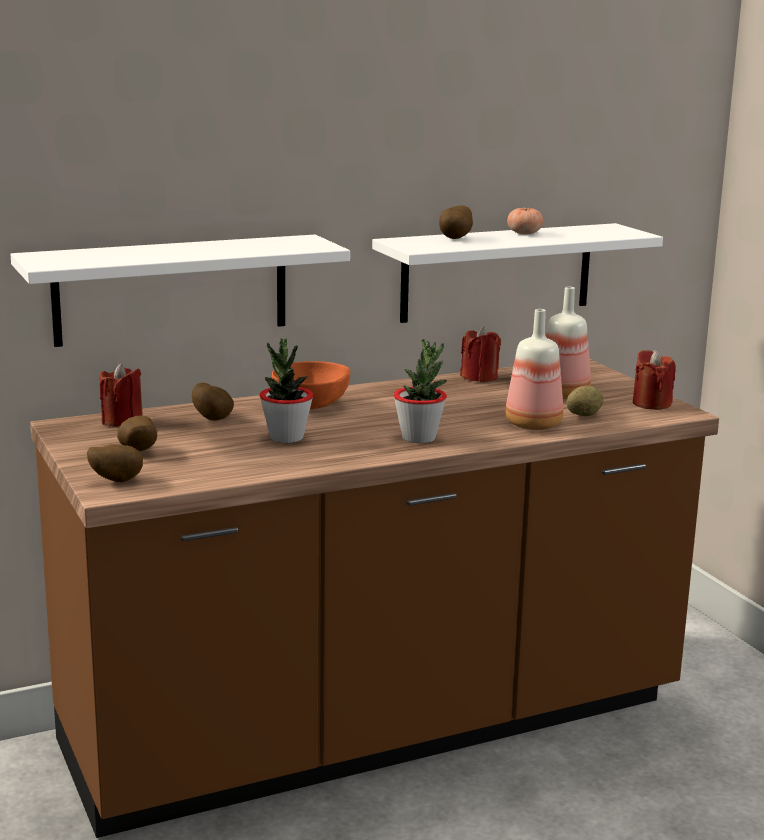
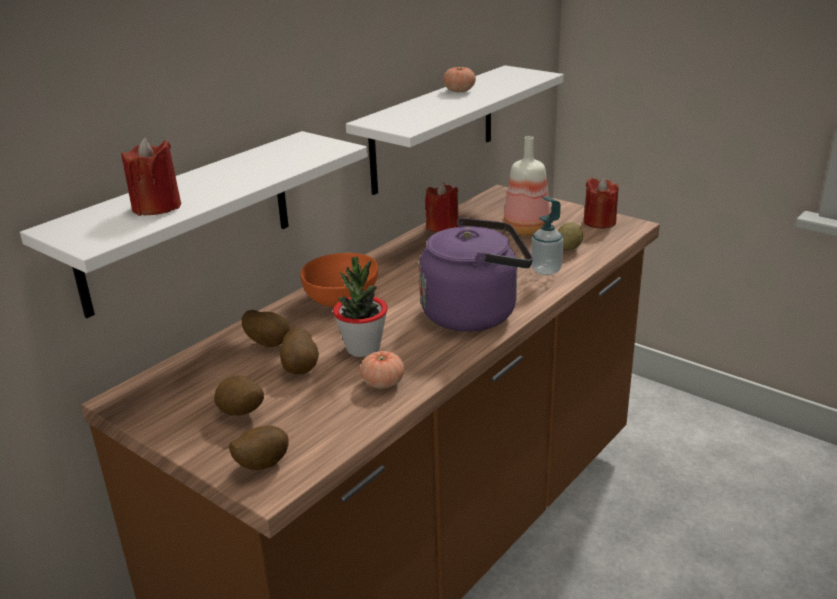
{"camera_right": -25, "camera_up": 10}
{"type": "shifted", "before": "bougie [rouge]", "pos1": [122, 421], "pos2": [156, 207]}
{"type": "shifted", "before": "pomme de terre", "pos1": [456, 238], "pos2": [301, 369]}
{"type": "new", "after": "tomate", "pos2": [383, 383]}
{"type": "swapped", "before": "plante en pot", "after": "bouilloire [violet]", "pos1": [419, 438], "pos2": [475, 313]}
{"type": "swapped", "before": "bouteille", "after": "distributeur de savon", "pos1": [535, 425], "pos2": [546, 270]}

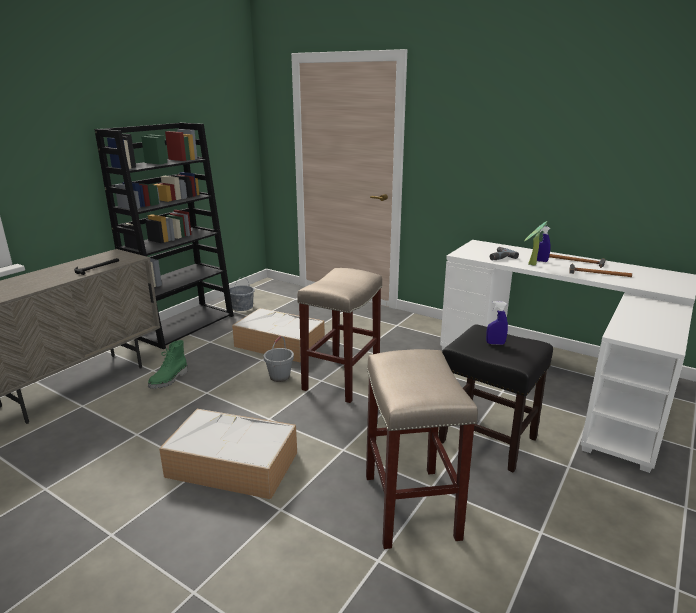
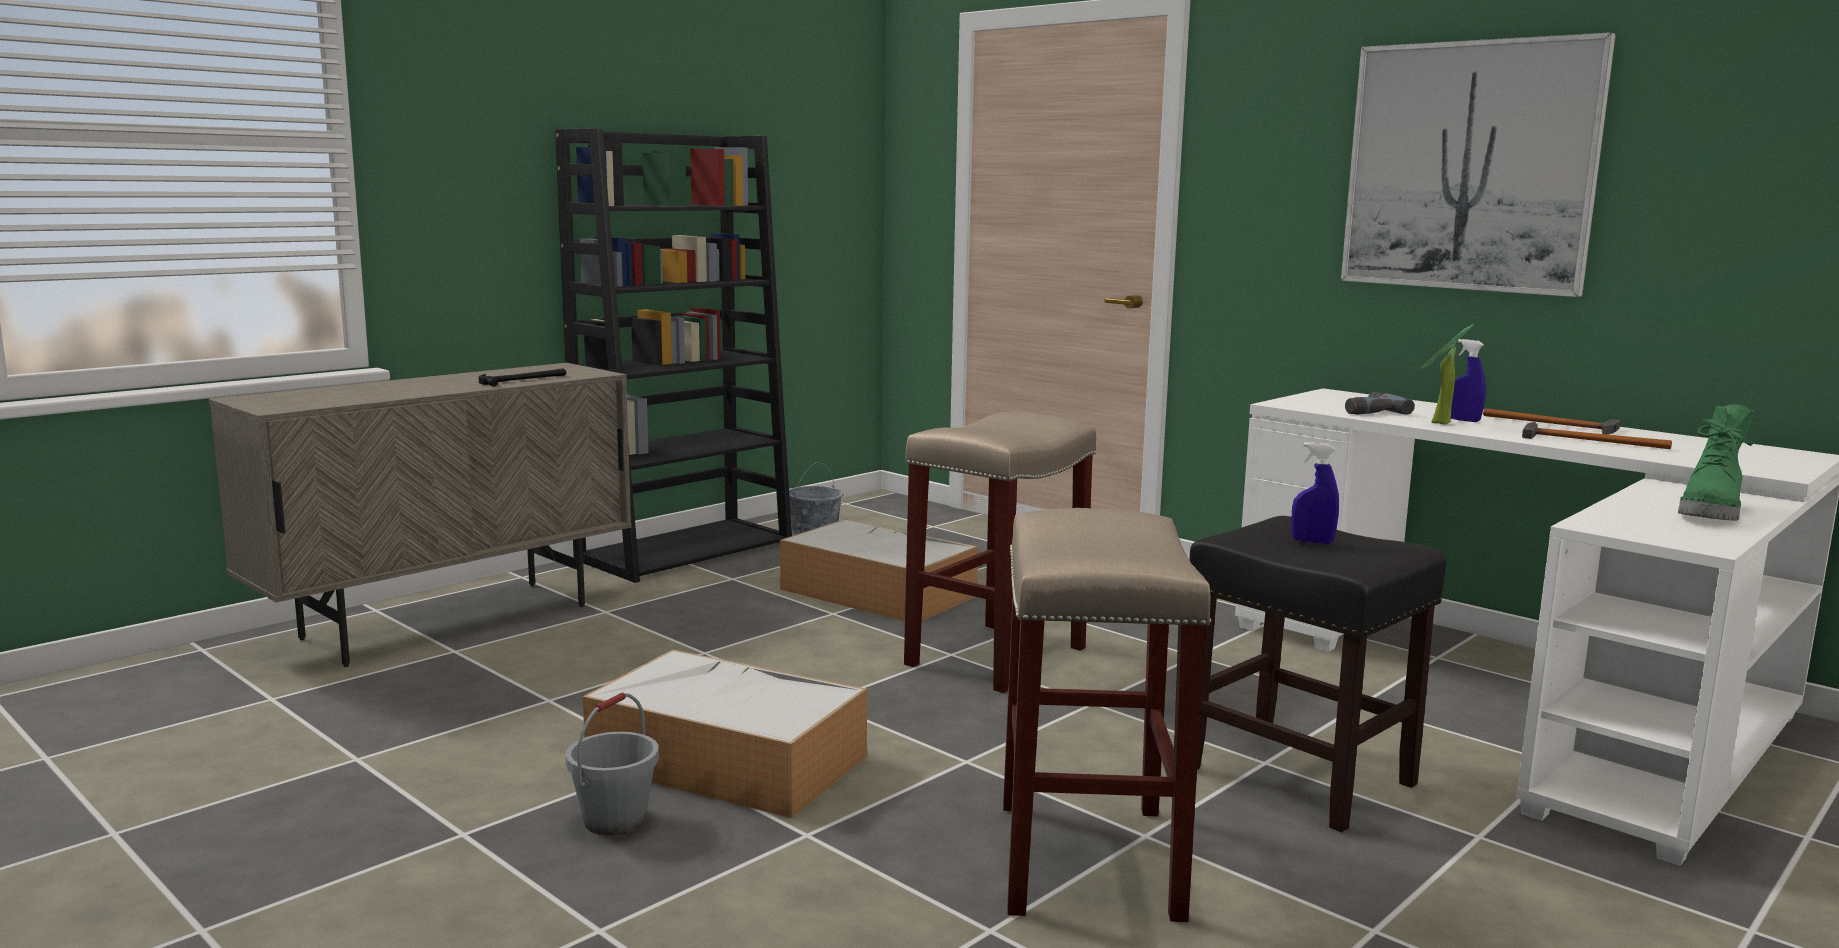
{"camera_right": 10, "camera_up": -10}
{"type": "shifted", "before": "seau [gris]", "pos1": [279, 376], "pos2": [614, 820]}
{"type": "new", "after": "tableau", "pos2": [1469, 166]}
{"type": "shifted", "before": "botte [vert]", "pos1": [169, 380], "pos2": [1712, 513]}

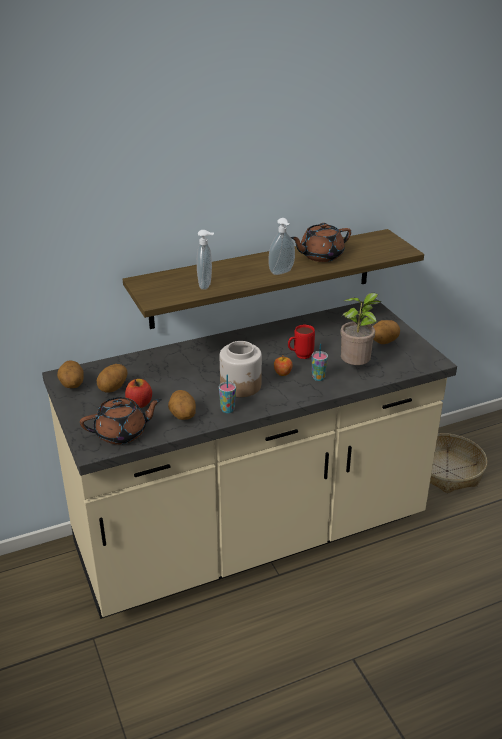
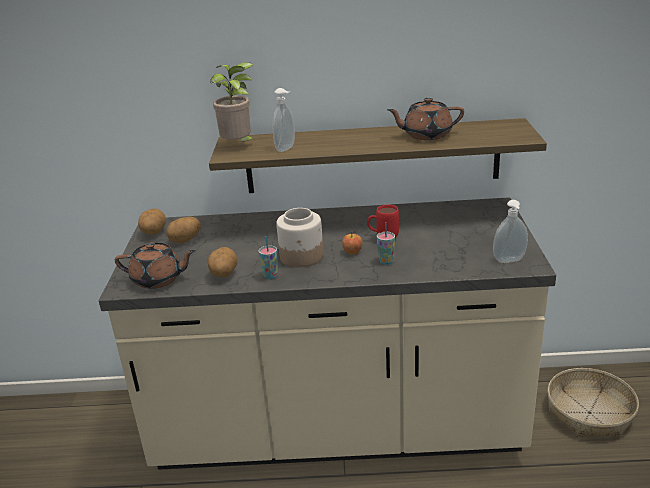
{"camera_right": 25, "camera_up": -5}
{"type": "shifted", "before": "plante en pot", "pos1": [356, 367], "pos2": [239, 146]}
{"type": "shifted", "before": "distributeur de savon", "pos1": [282, 272], "pos2": [509, 261]}
{"type": "gone", "before": "pomme", "pos1": [139, 403]}
{"type": "gone", "before": "pomme de terre", "pos1": [384, 342]}

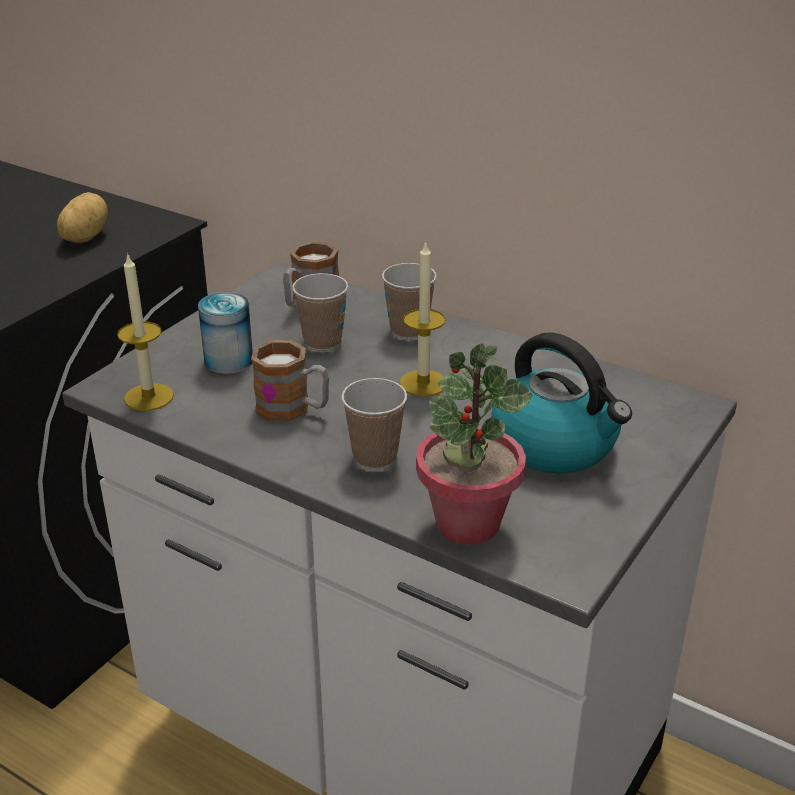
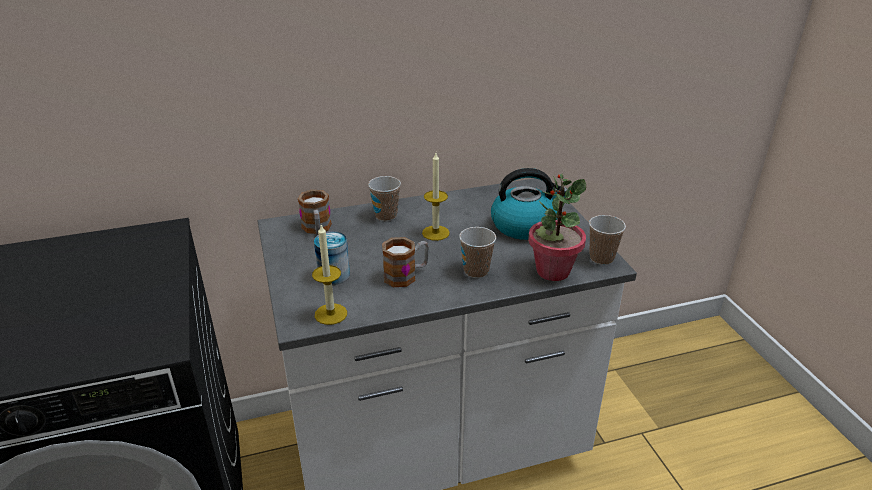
{"camera_right": -50, "camera_up": 0}
{"type": "shifted", "before": "tasse", "pos1": [322, 341], "pos2": [601, 258]}
{"type": "gone", "before": "pomme de terre", "pos1": [83, 237]}

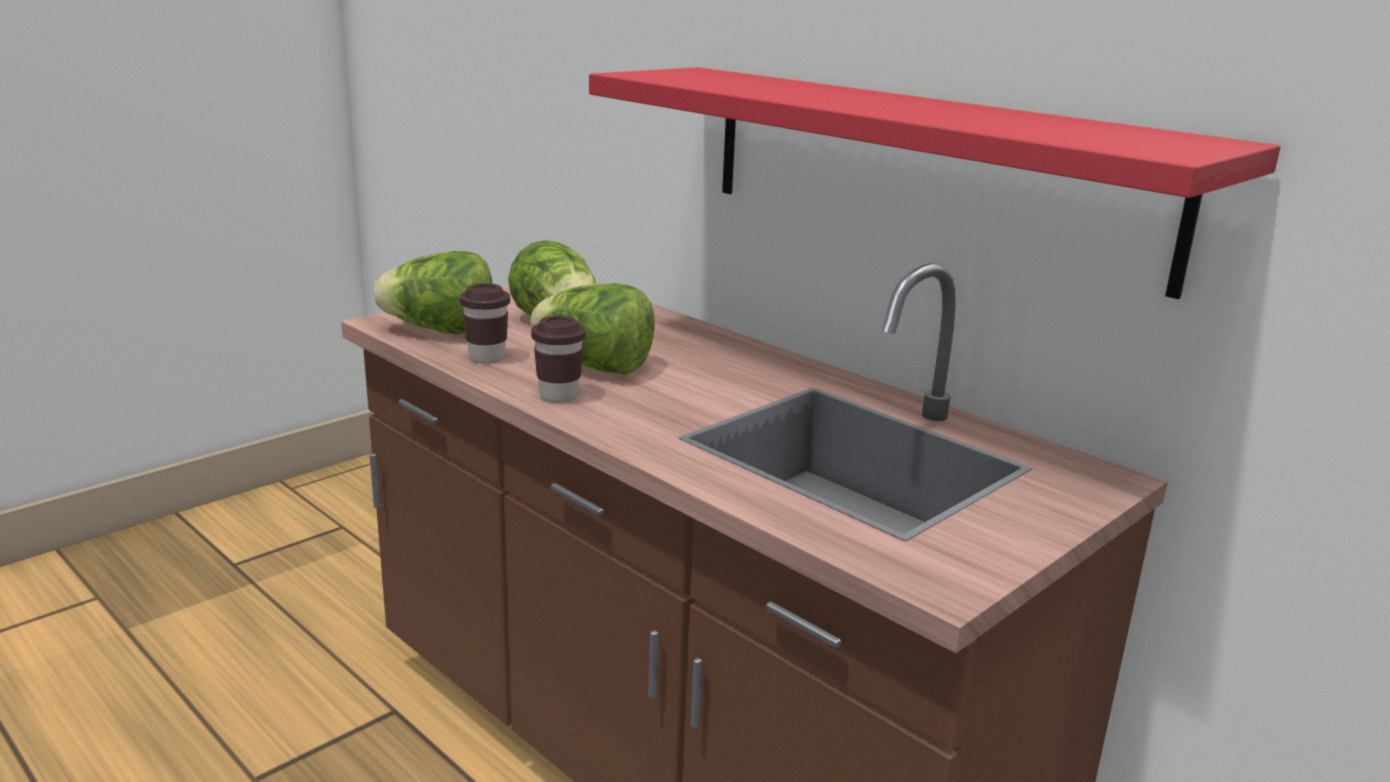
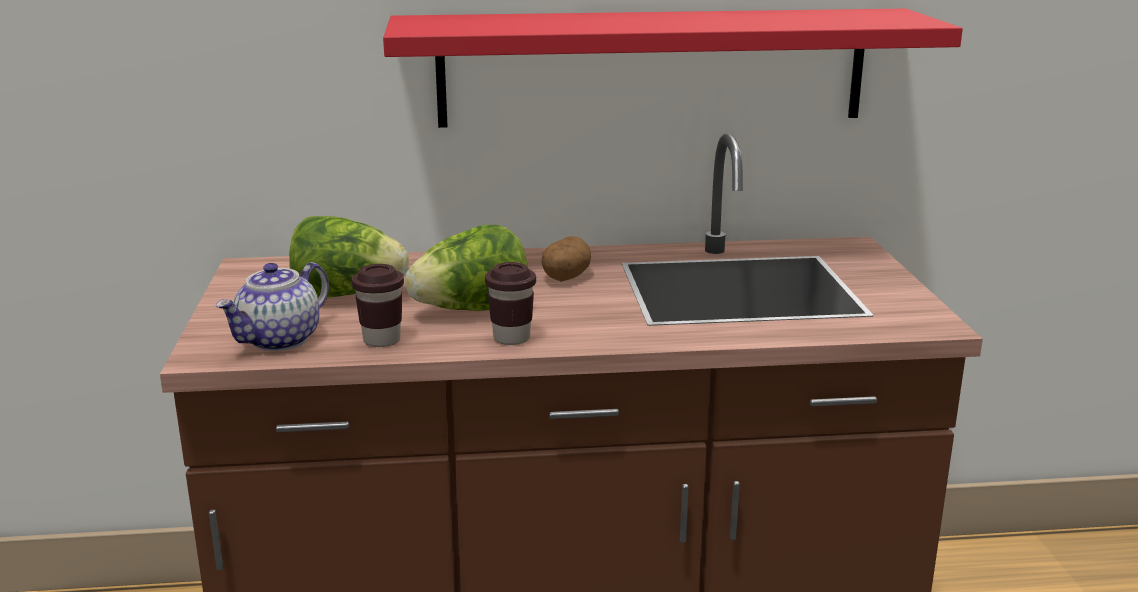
{"camera_right": -50, "camera_up": 0}
{"type": "swapped", "before": "laitue", "after": "théière", "pos1": [441, 331], "pos2": [280, 340]}
{"type": "new", "after": "pomme de terre", "pos2": [565, 278]}

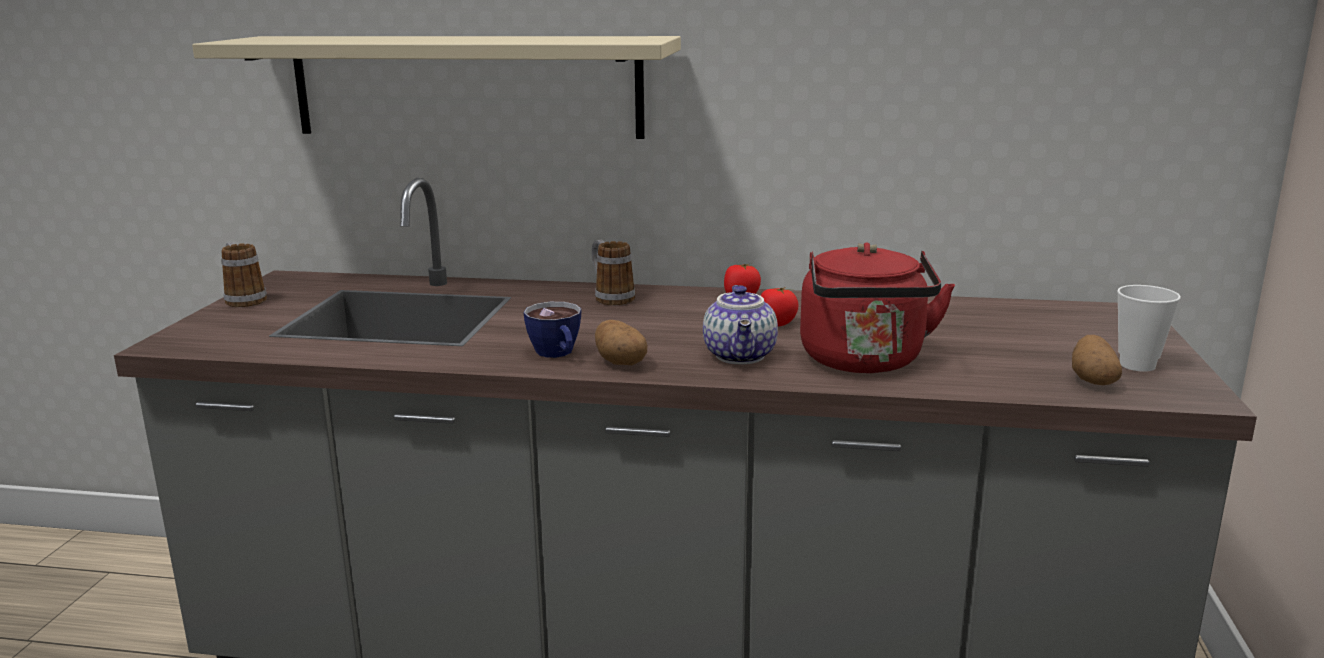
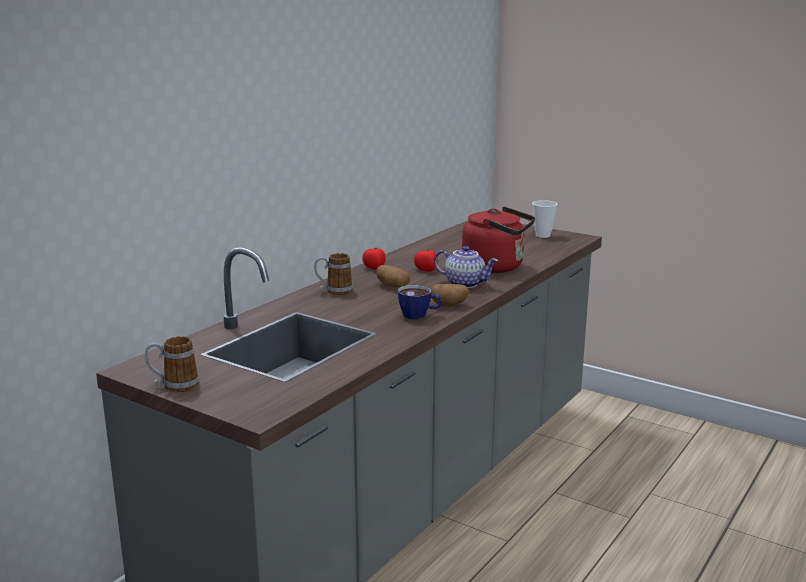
{"camera_right": -65, "camera_up": 0}
{"type": "shifted", "before": "pomme de terre", "pos1": [1092, 379], "pos2": [391, 286]}
{"type": "gone", "before": "étagère [beige]", "pos1": [466, 86]}

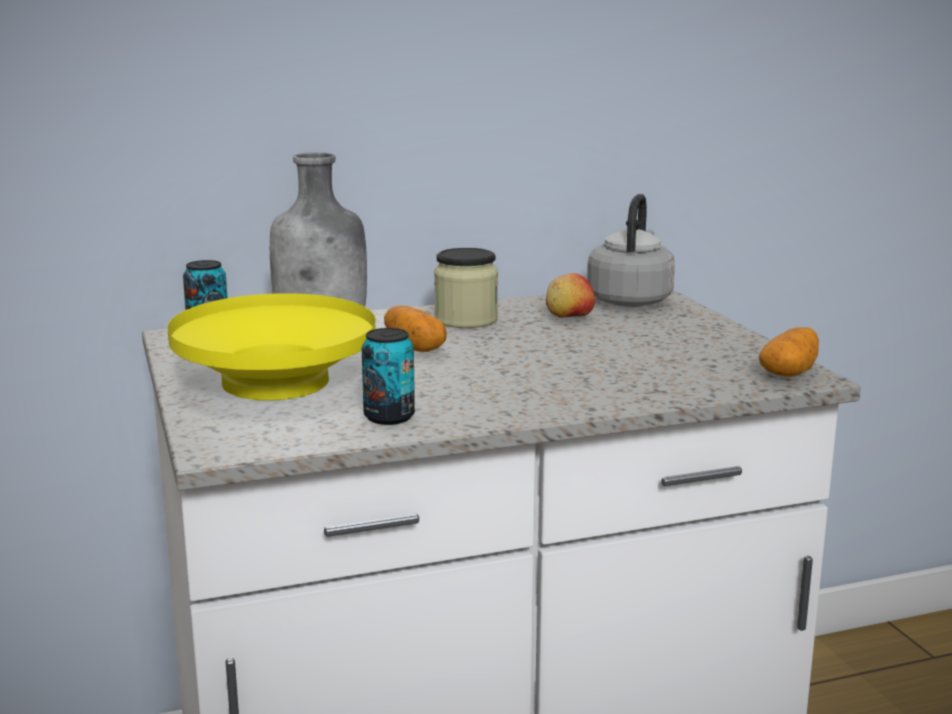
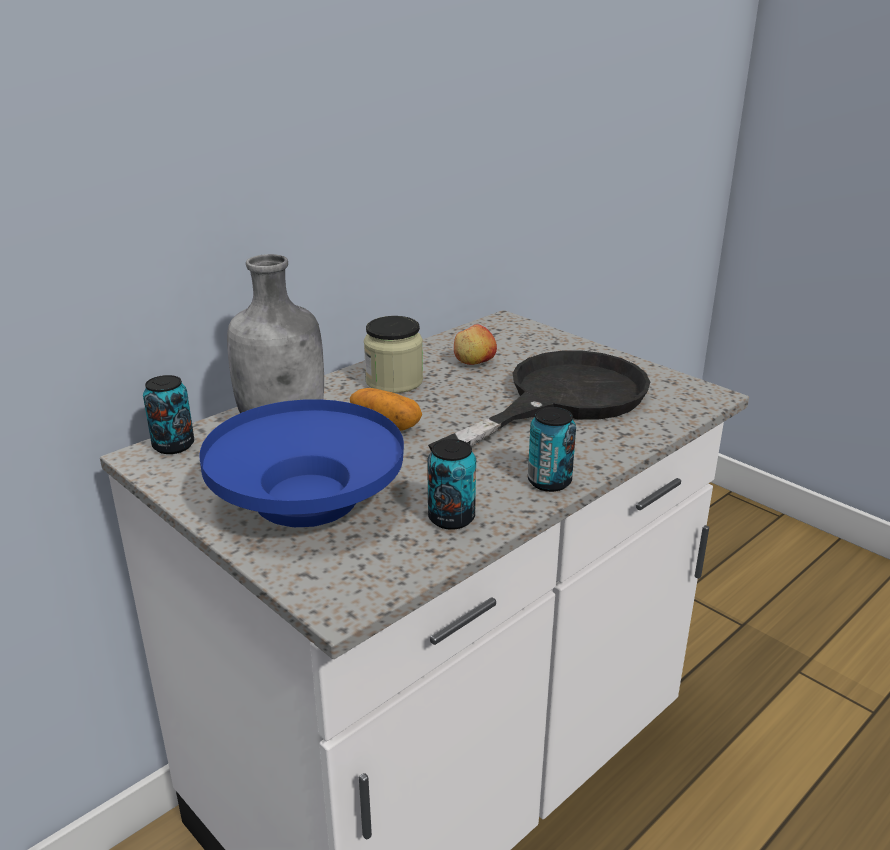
{"camera_right": -25, "camera_up": 10}
{"type": "repainted", "before": "bol [jaune]", "after": "bol [bleu]", "pos1": [276, 383], "pos2": [307, 499]}
{"type": "new", "after": "poêle [noir]", "pos2": [561, 400]}
{"type": "new", "after": "boîte métallique", "pos2": [549, 482]}
{"type": "gone", "before": "bouilloire [gris]", "pos1": [630, 300]}
{"type": "gone", "before": "pomme de terre", "pos1": [788, 373]}

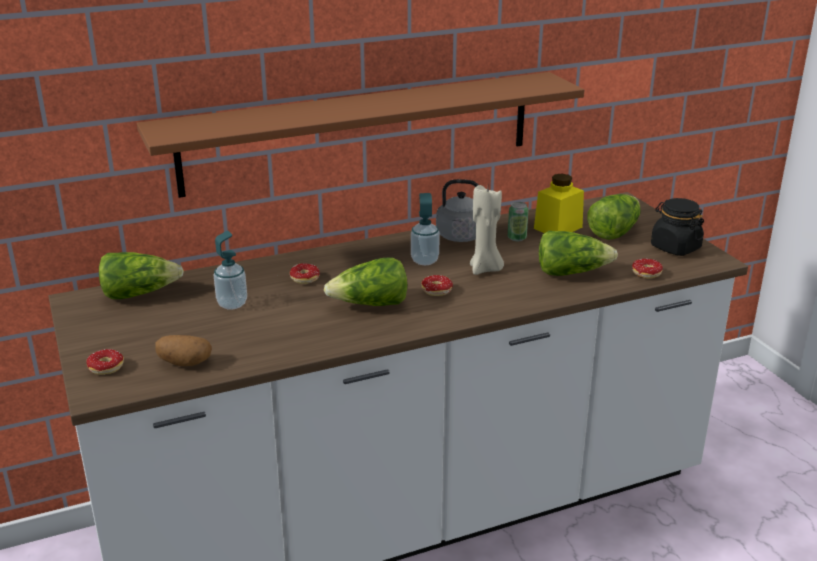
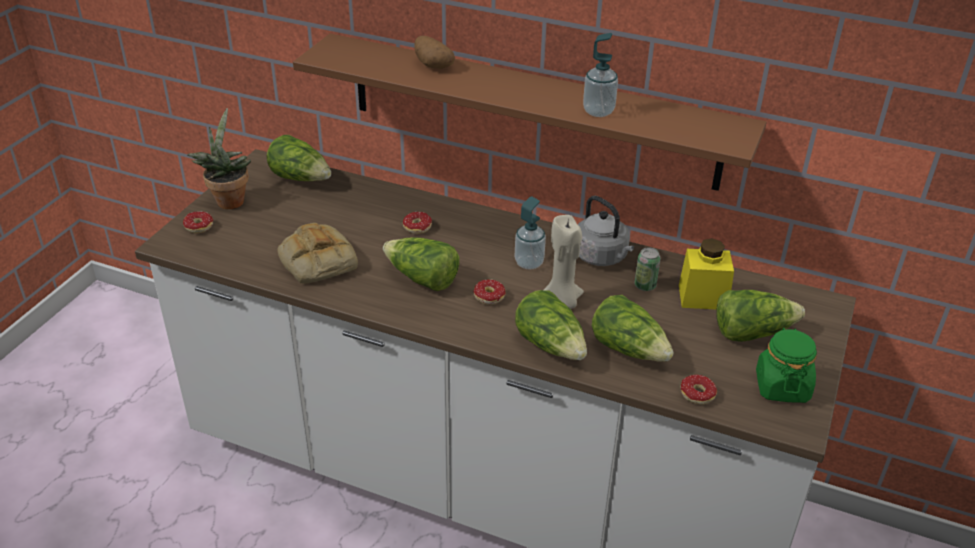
{"camera_right": 45, "camera_up": 10}
{"type": "new", "after": "plante en pot", "pos2": [229, 200]}
{"type": "new", "after": "pain", "pos2": [316, 260]}
{"type": "shifted", "before": "pomme de terre", "pos1": [184, 363], "pos2": [432, 65]}
{"type": "new", "after": "laitue", "pos2": [551, 345]}
{"type": "shifted", "before": "distributeur de savon", "pos1": [232, 304], "pos2": [598, 111]}
{"type": "repainted", "before": "bocal [noir]", "after": "bocal [vert]", "pos1": [675, 247], "pos2": [782, 386]}

